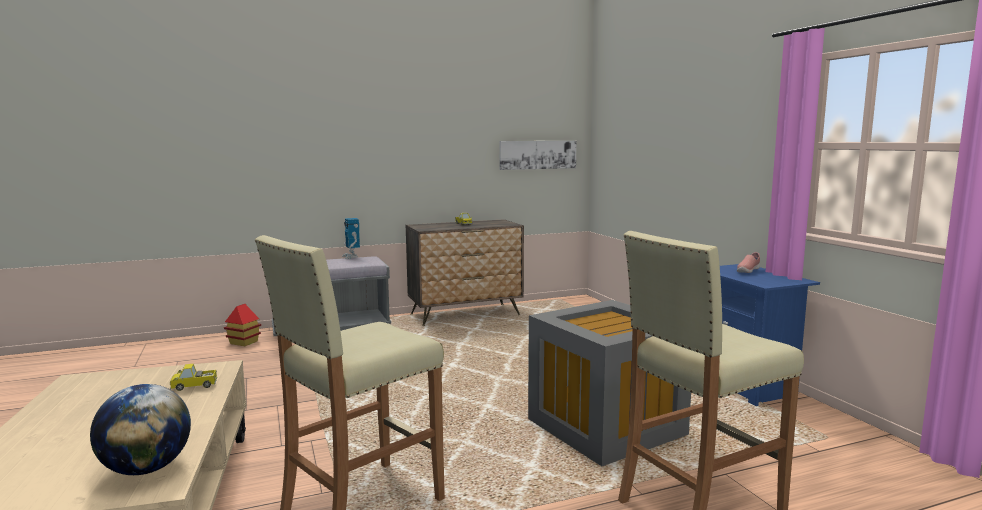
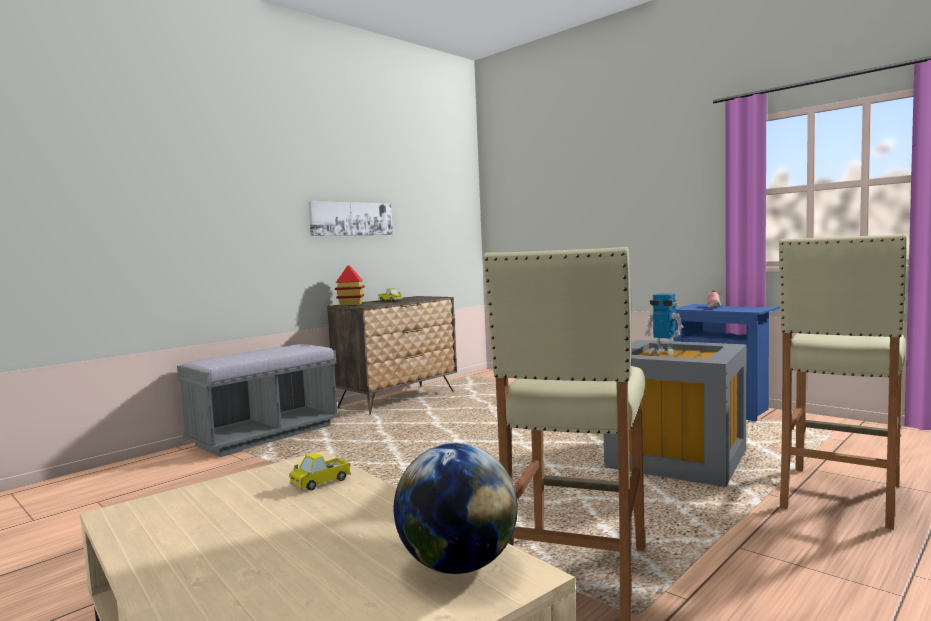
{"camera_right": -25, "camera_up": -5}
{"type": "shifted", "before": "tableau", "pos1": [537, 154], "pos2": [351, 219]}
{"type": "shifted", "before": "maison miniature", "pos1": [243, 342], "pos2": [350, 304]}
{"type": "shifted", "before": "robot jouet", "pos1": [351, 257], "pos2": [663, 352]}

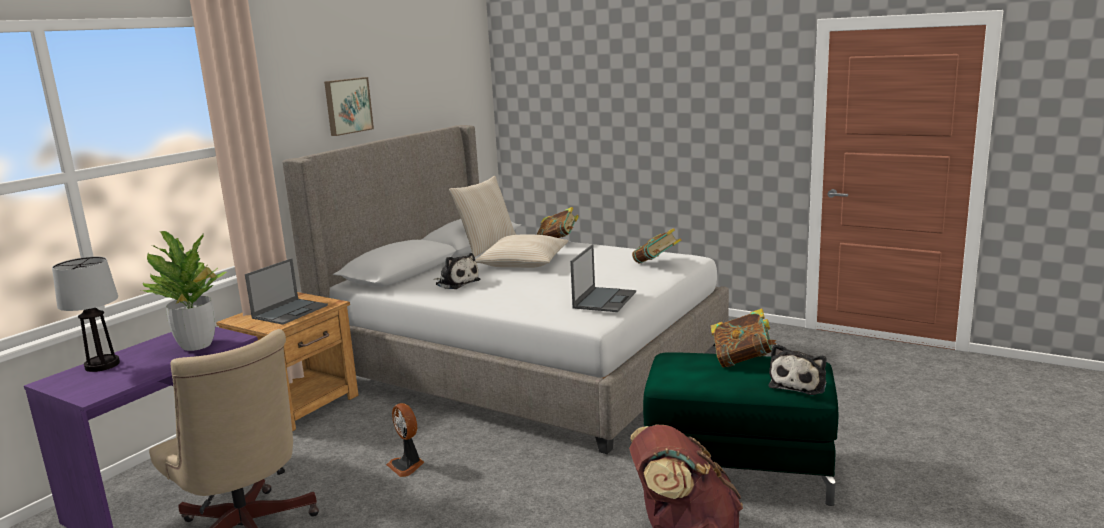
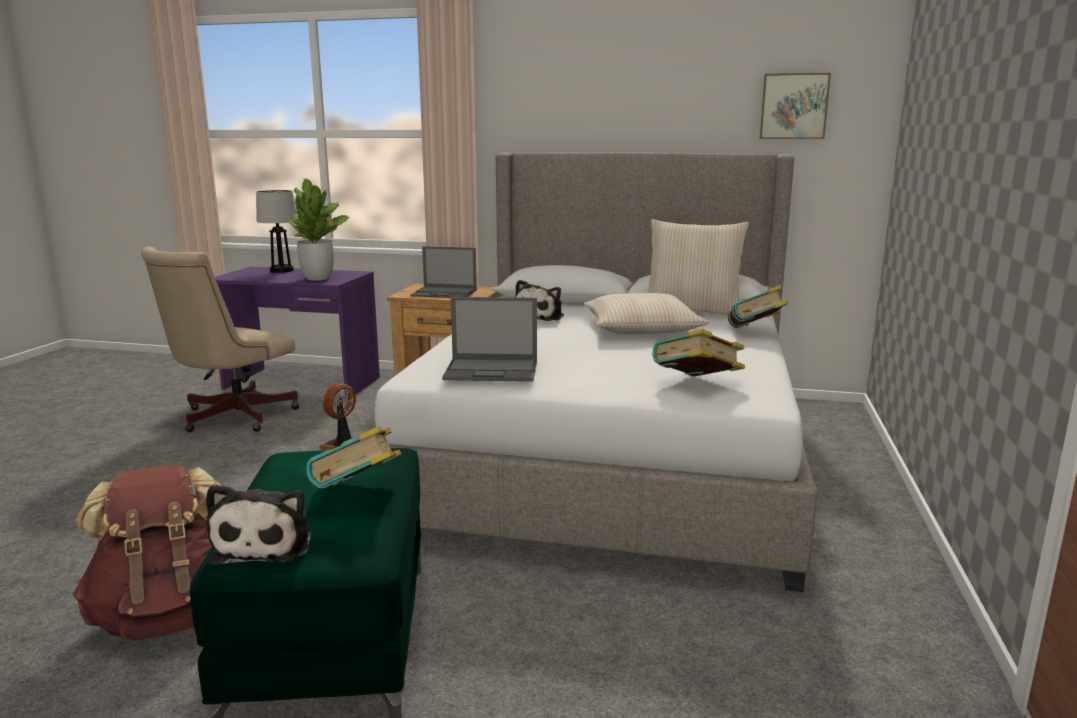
{"camera_right": 70, "camera_up": 0}
{"type": "rotated", "before": "peluche", "pos1": [799, 384], "pos2": [266, 544], "turn": -105}
{"type": "shifted", "before": "tableau", "pos1": [347, 106], "pos2": [794, 106]}

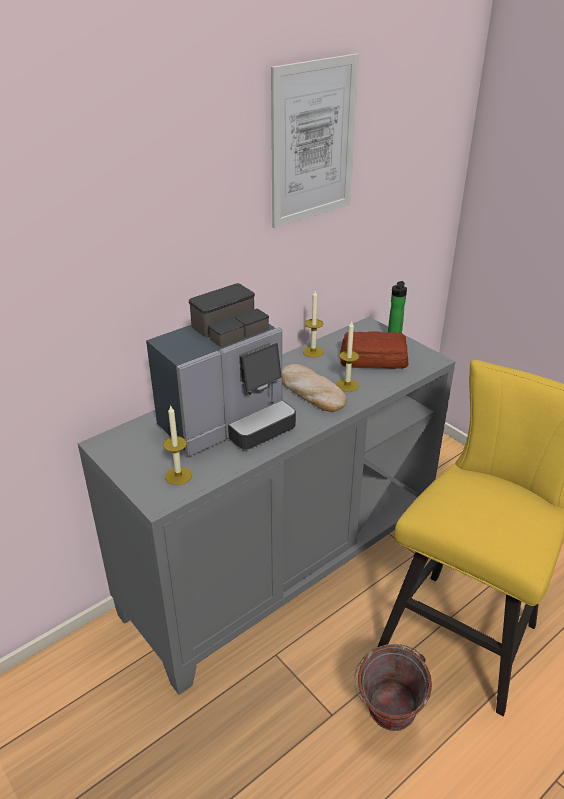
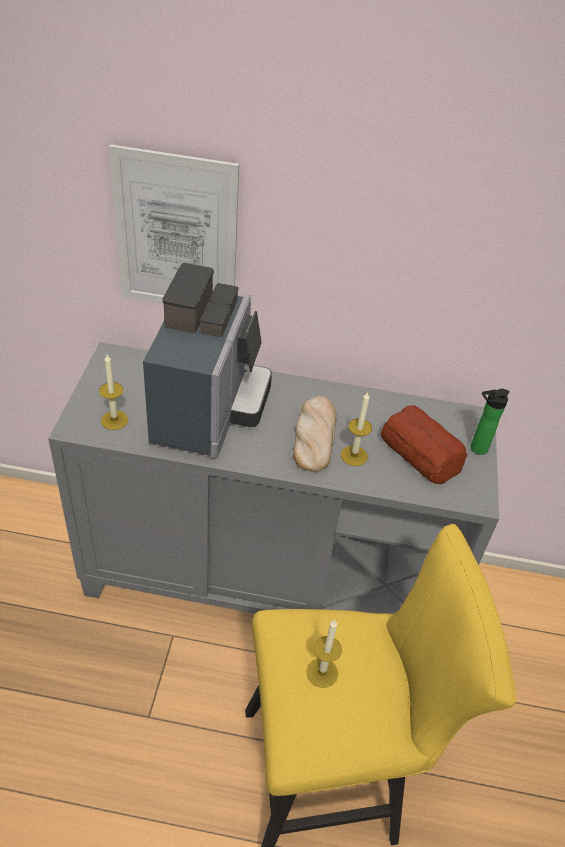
{"camera_right": 45, "camera_up": 10}
{"type": "shifted", "before": "tableau", "pos1": [313, 142], "pos2": [176, 234]}
{"type": "rotated", "before": "machine à café", "pos1": [228, 424], "pos2": [209, 410], "turn": -90}
{"type": "shifted", "before": "bougie", "pos1": [313, 352], "pos2": [322, 672]}
{"type": "gone", "before": "seau", "pos1": [386, 719]}

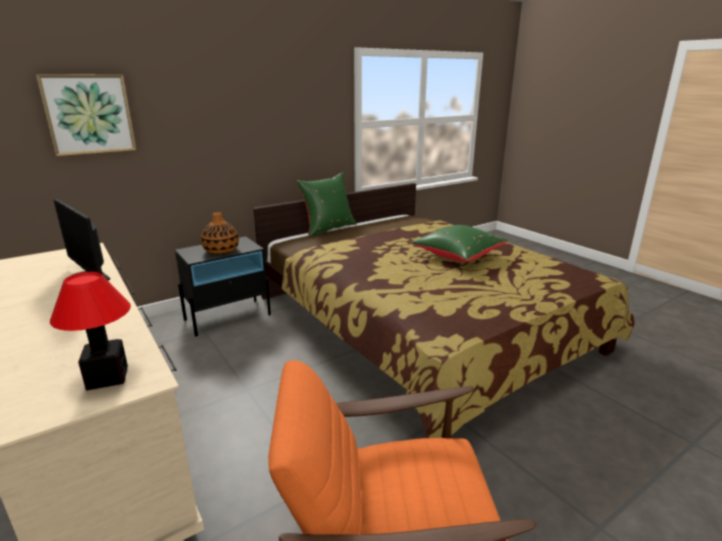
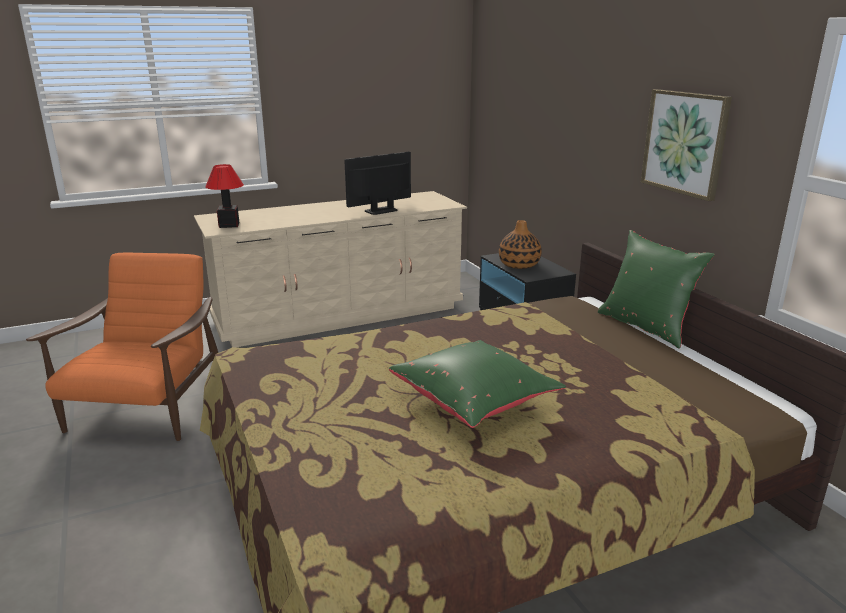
{"camera_right": 100, "camera_up": 0}
{"type": "shifted", "before": "tableau", "pos1": [89, 114], "pos2": [685, 143]}

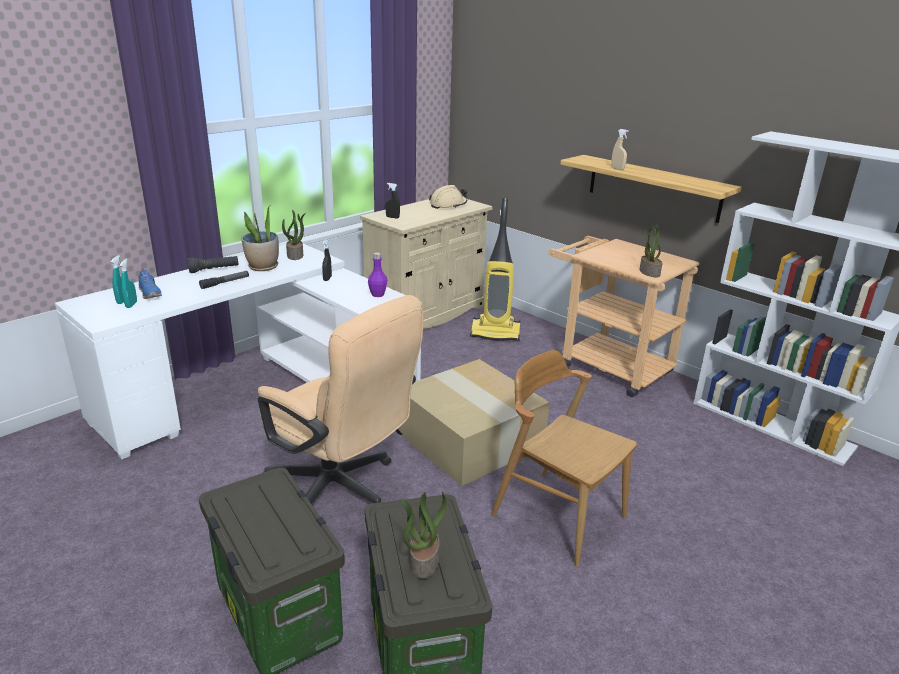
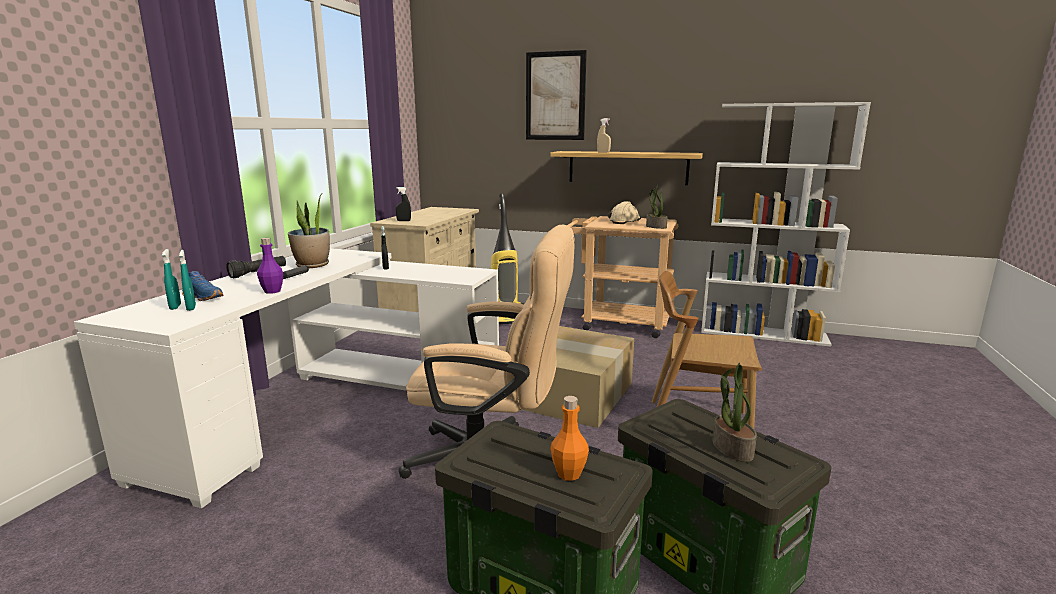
{"camera_right": -25, "camera_up": -10}
{"type": "shifted", "before": "bouteille [violet]", "pos1": [377, 294], "pos2": [272, 291]}
{"type": "new", "after": "tableau", "pos2": [555, 96]}
{"type": "new", "after": "bouteille [orange]", "pos2": [569, 474]}
{"type": "shifted", "before": "casque de chantier [beige]", "pos1": [448, 205], "pos2": [624, 221]}
{"type": "gone", "before": "plante en pot", "pos1": [295, 255]}

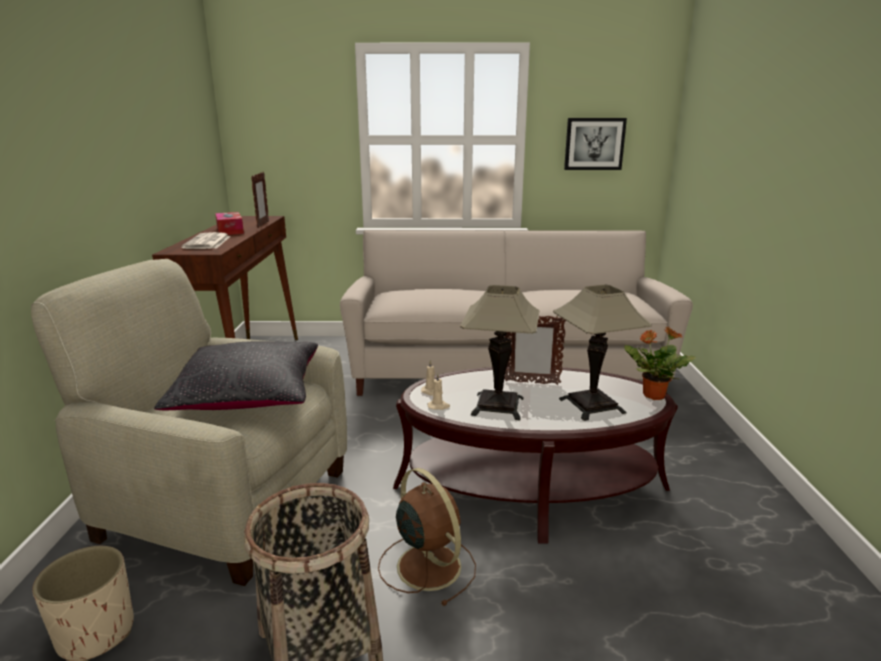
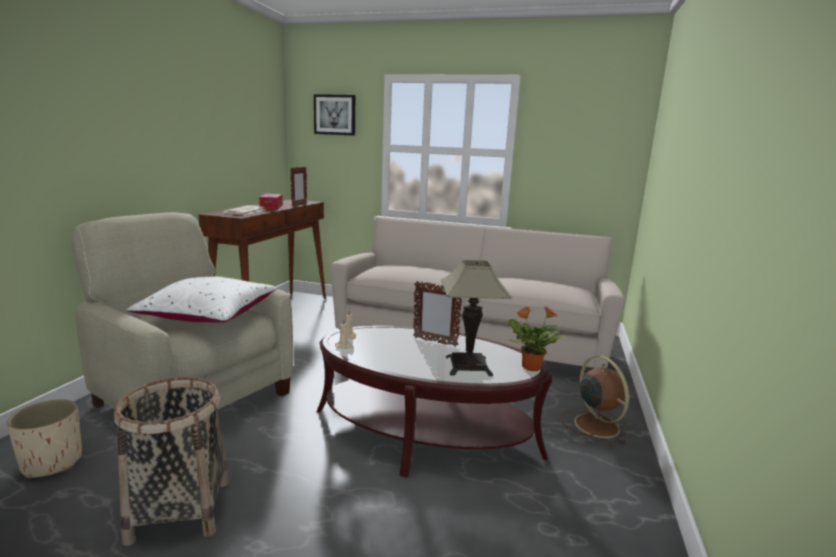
{"camera_right": 15, "camera_up": -5}
{"type": "repainted", "before": "coussin [noir]", "after": "coussin [blanc]", "pos1": [249, 395], "pos2": [210, 315]}
{"type": "shifted", "before": "tableau", "pos1": [594, 144], "pos2": [335, 115]}
{"type": "shifted", "before": "ventilateur [marron]", "pos1": [427, 564], "pos2": [595, 424]}
{"type": "gone", "before": "lampe de table", "pos1": [498, 406]}

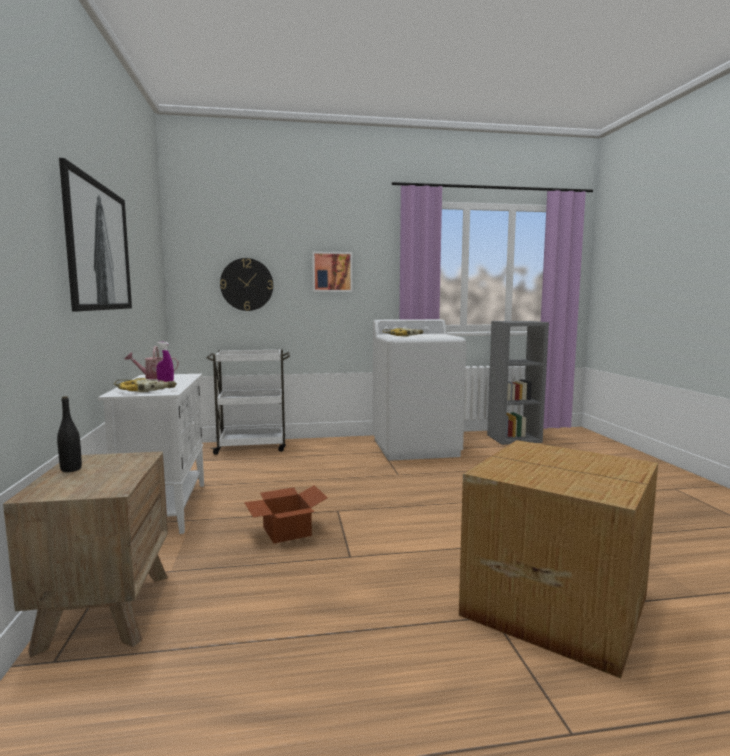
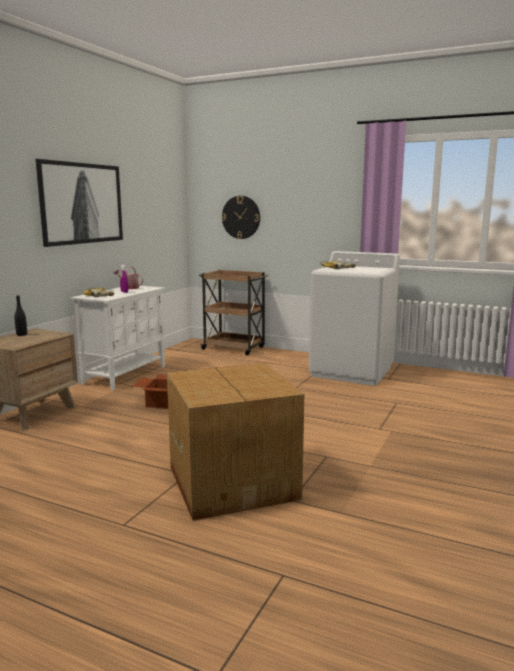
{"camera_right": 35, "camera_up": 5}
{"type": "repainted", "before": "chariot [blanc]", "after": "chariot [marron]", "pos1": [253, 446], "pos2": [234, 348]}
{"type": "gone", "before": "tableau", "pos1": [332, 272]}
{"type": "gone", "before": "bibliothèque [gris]", "pos1": [514, 438]}

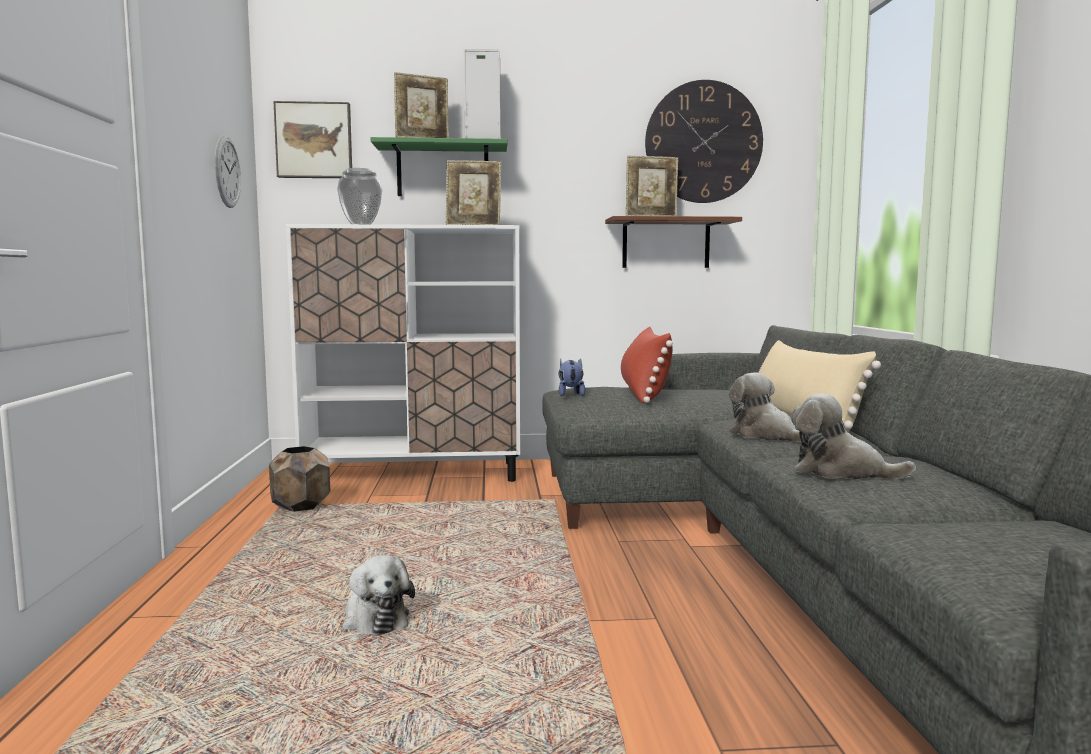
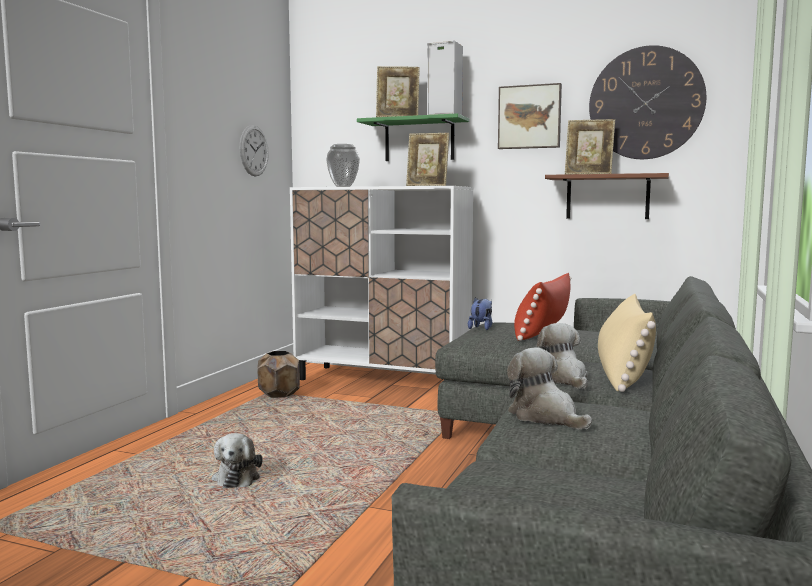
{"camera_right": 25, "camera_up": 0}
{"type": "shifted", "before": "tableau", "pos1": [314, 141], "pos2": [529, 117]}

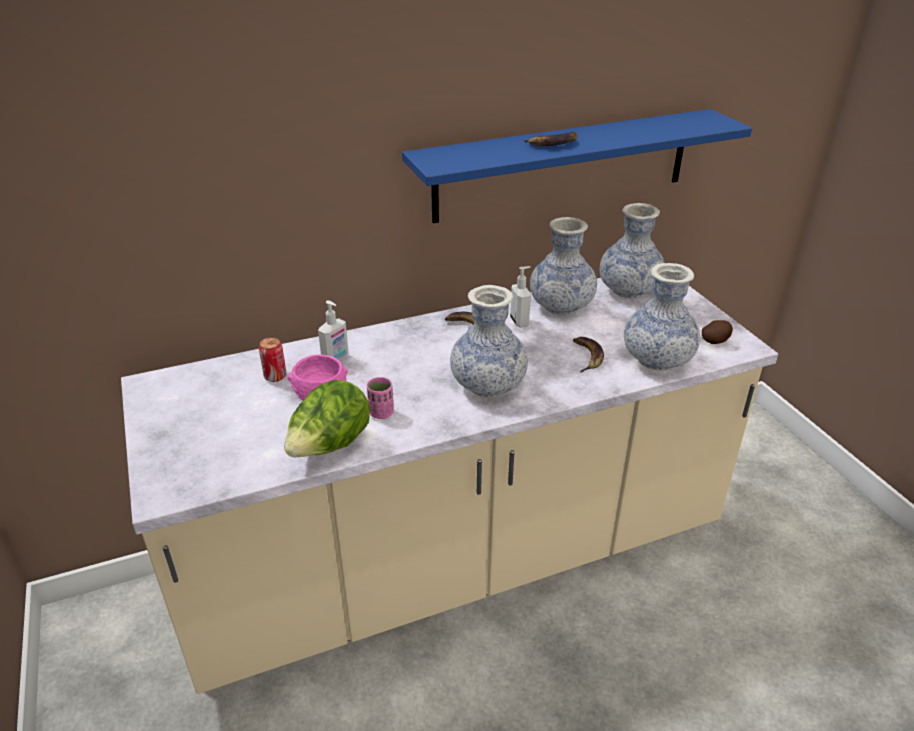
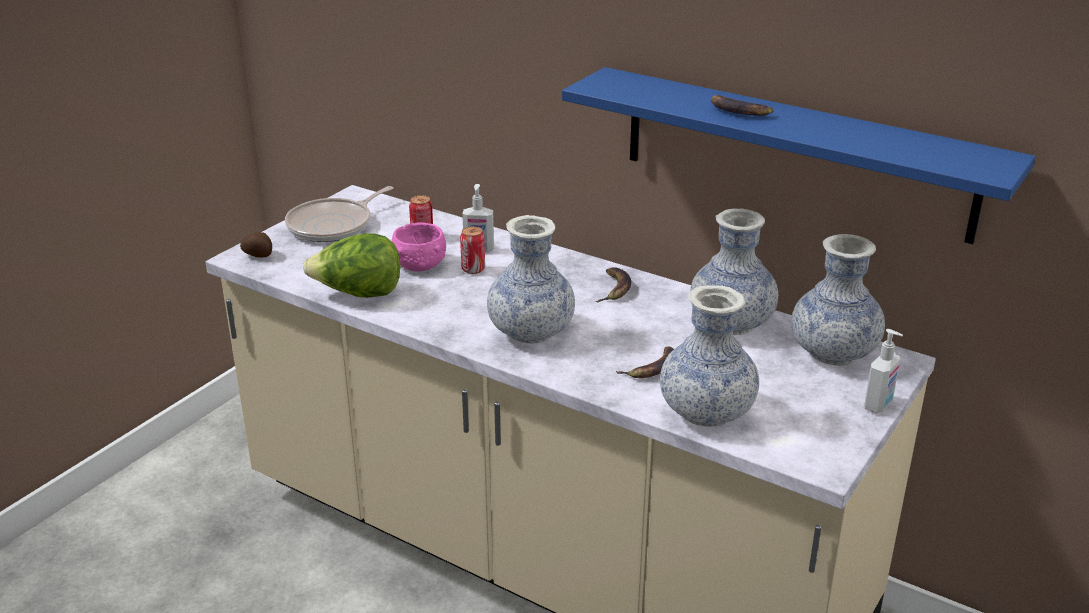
{"camera_right": 55, "camera_up": -5}
{"type": "shifted", "before": "pomme de terre", "pos1": [715, 341], "pos2": [259, 255]}
{"type": "new", "after": "poêle", "pos2": [334, 225]}
{"type": "new", "after": "boîte métallique", "pos2": [473, 269]}
{"type": "shifted", "before": "distributeur de savon", "pos1": [520, 322], "pos2": [879, 405]}
{"type": "gone", "before": "tasse [rose]", "pos1": [381, 413]}

